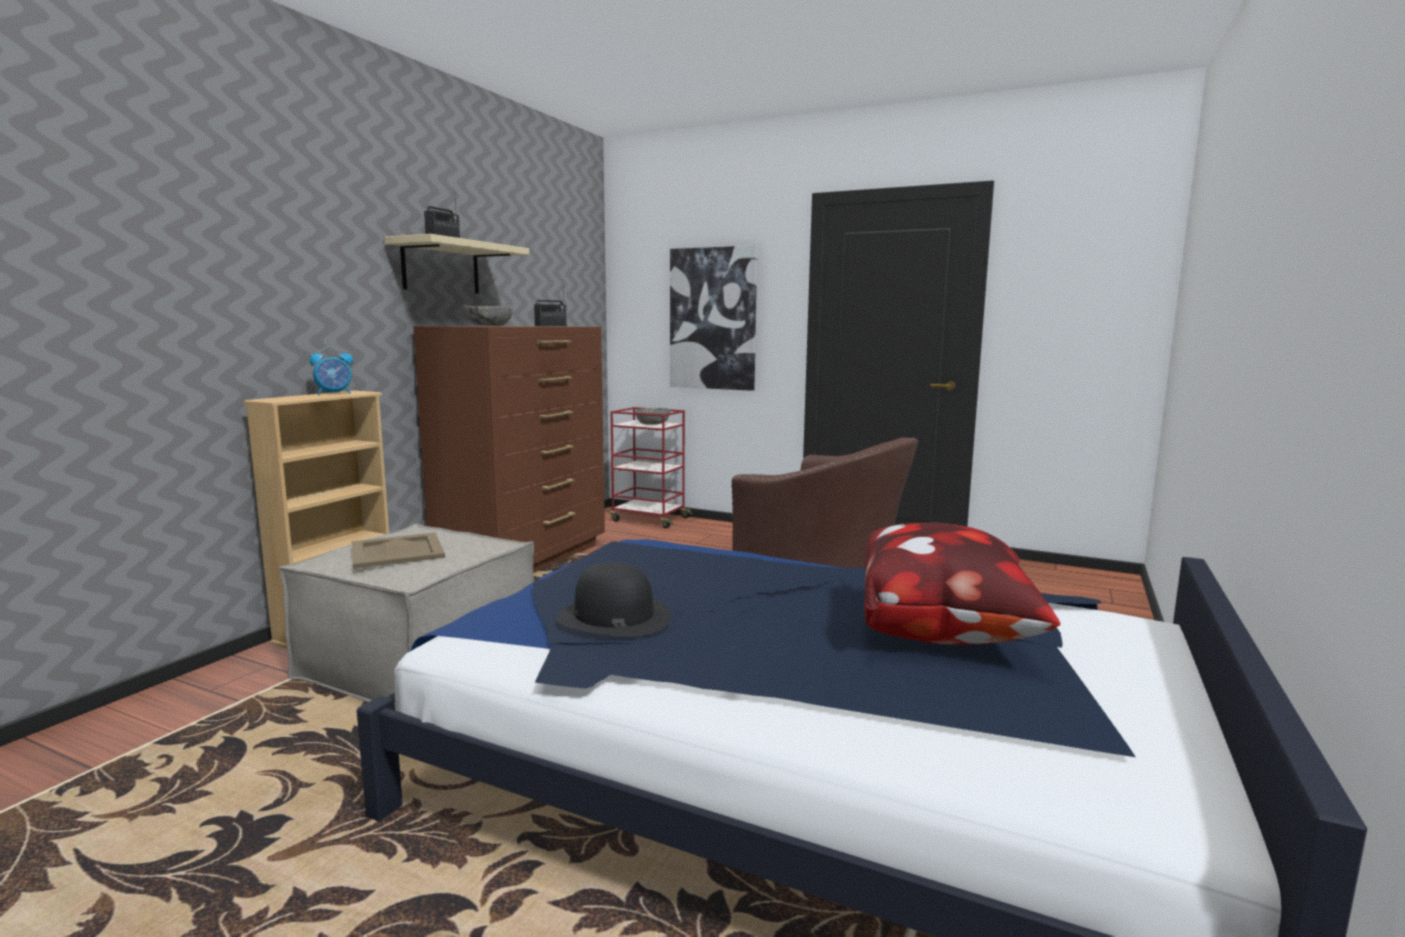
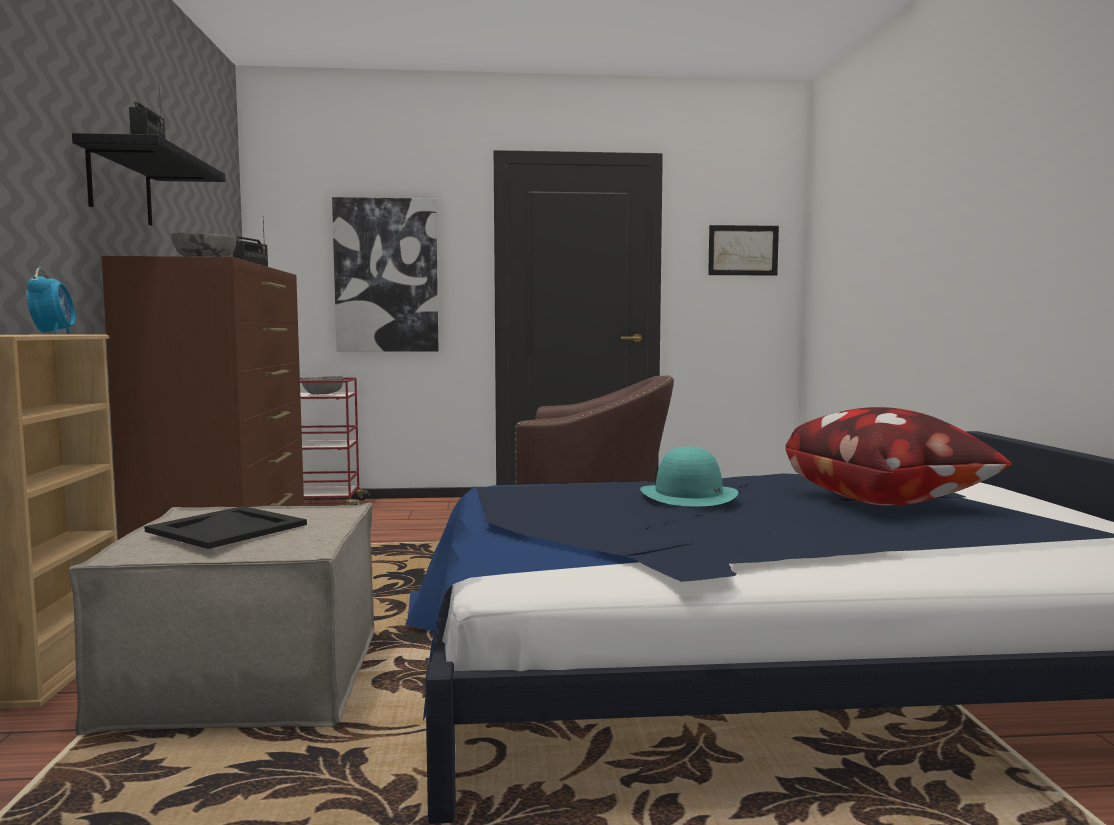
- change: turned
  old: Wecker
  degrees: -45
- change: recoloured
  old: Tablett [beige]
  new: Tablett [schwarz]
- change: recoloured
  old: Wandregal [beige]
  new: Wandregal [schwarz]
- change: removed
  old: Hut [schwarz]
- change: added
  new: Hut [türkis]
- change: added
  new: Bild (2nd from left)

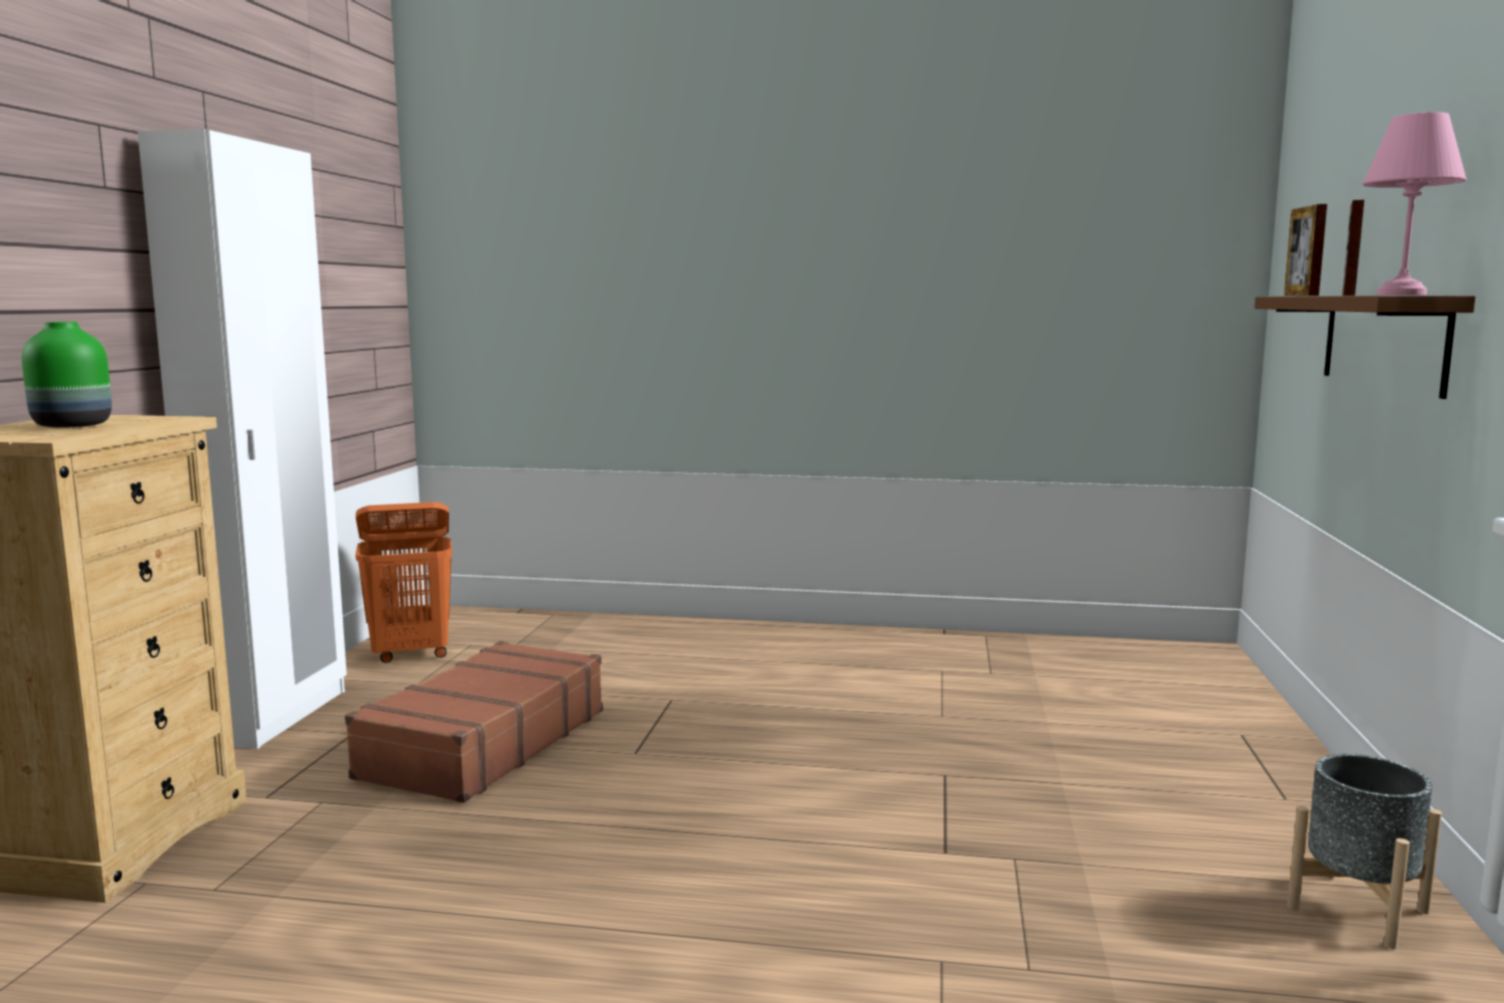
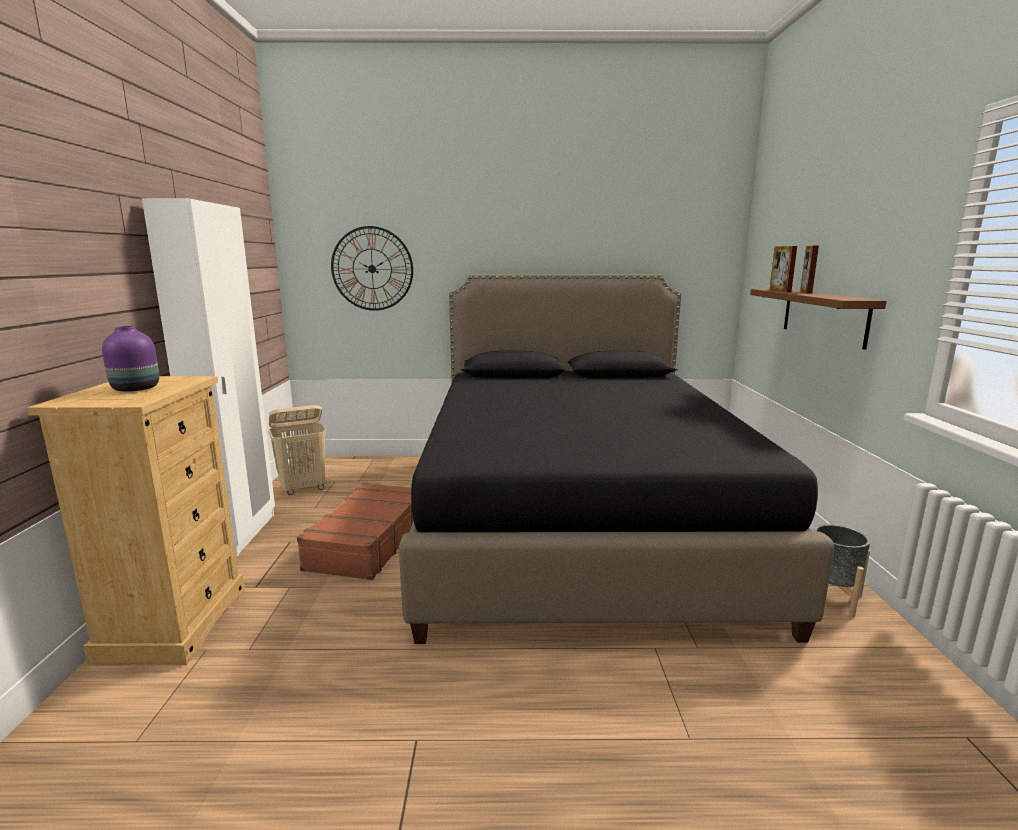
- change: recoloured
  old: Vase [grün]
  new: Vase [lila]
- change: recoloured
  old: Wäschekorb [orange]
  new: Wäschekorb [beige]
- change: removed
  old: Tischlampe [rosa]
- change: added
  new: Wanduhr
- change: added
  new: Bett [schwarz]

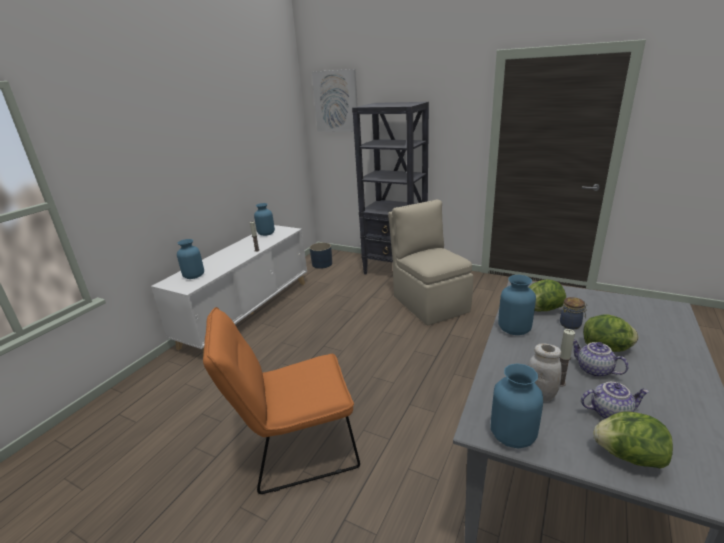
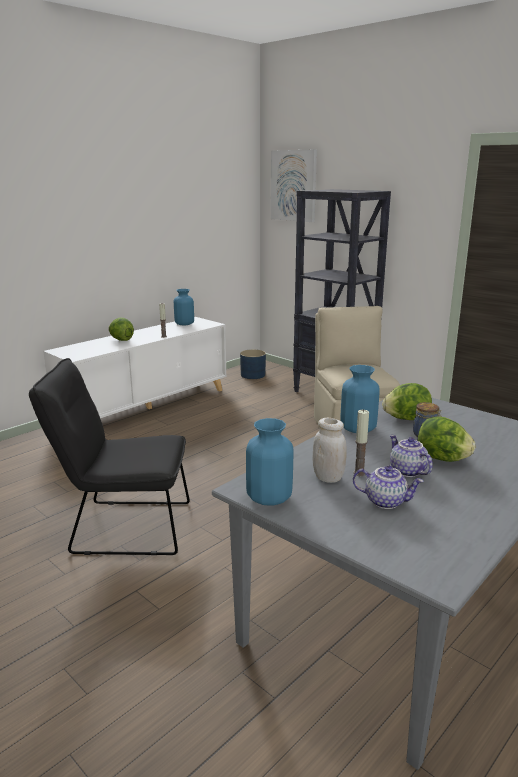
- change: removed
  old: Vase [blau] (1st from left)
- change: recoloured
  old: Stuhl [orange]
  new: Stuhl [schwarz]
- change: moved
  old: Salatkopf (3rd from left in the first image)
  new: Salatkopf (1st from left)

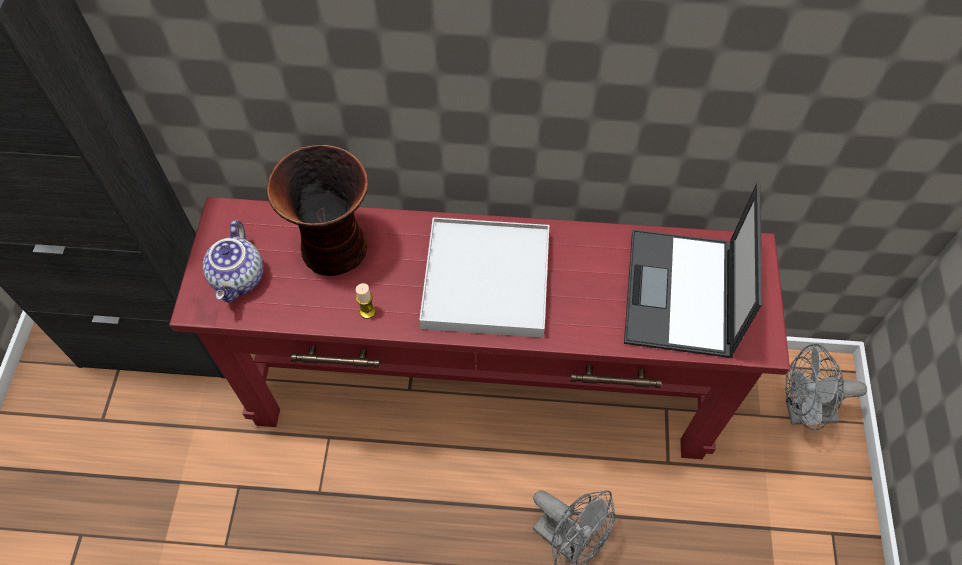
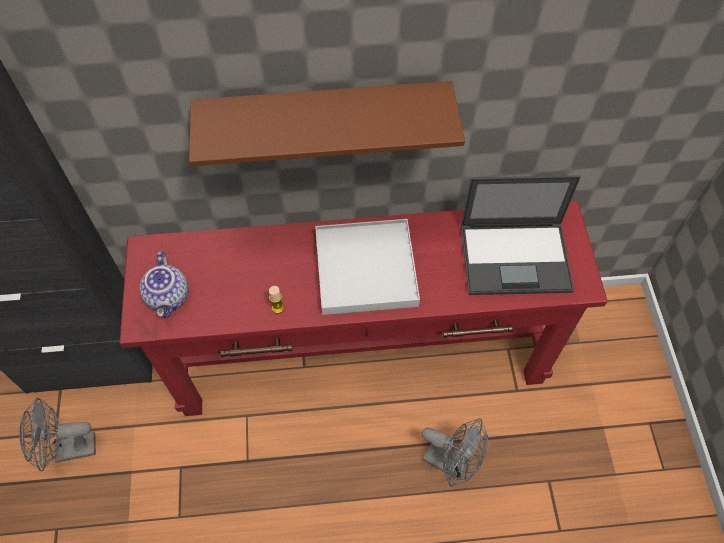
- change: removed
  old: Vase
- change: turned
  old: Laptop
  degrees: -90
- change: moved
  old: Ventilator [grau] (2nd from left in the first image)
  new: Ventilator [grau] (1st from left)
- change: added
  new: Wandregal [braun]

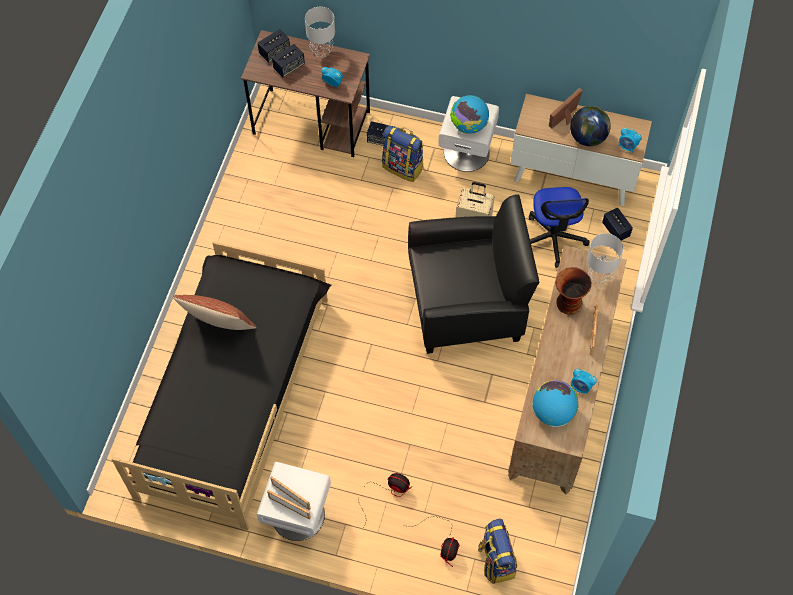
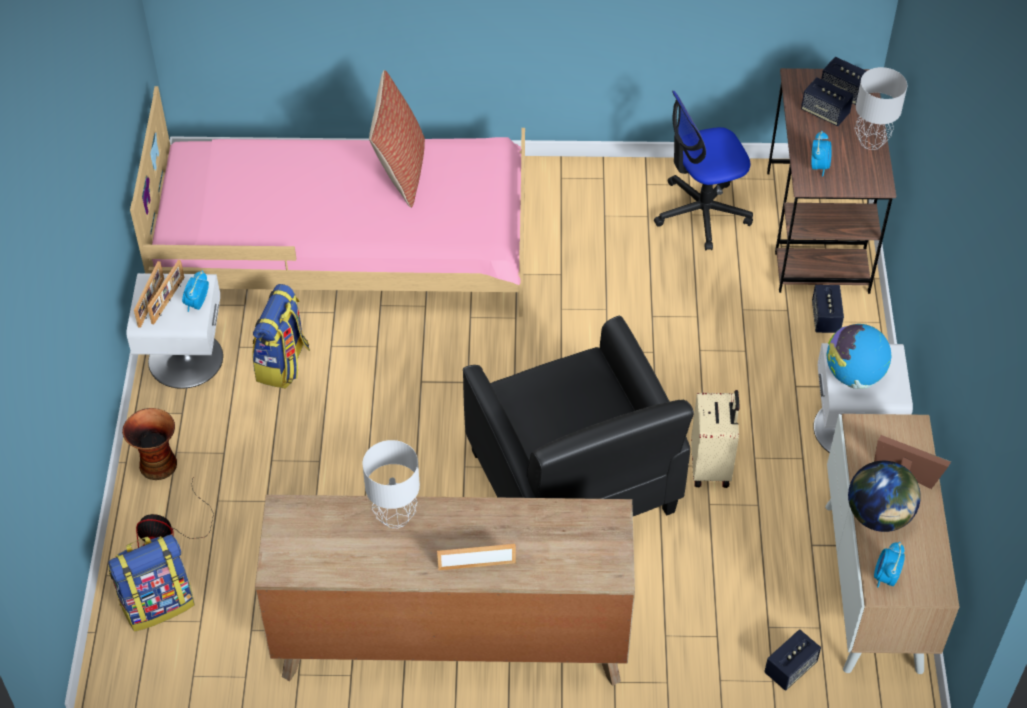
- change: recoloured
  old: Bett [schwarz]
  new: Bett [rosa]
- change: removed
  old: Ventilator (1st from left)
- change: moved
  old: Rucksack (1st from left in the first image)
  new: Rucksack (2nd from left)
- change: moved
  old: Bürostuhl
- change: removed
  old: Globus (2nd from left)
- change: moved
  old: Vase
- change: moved
  old: Wecker (2nd from left in the first image)
  new: Wecker (1st from left)
- change: moved
  old: Tischlampe [grau] (2nd from left in the first image)
  new: Tischlampe [grau] (1st from left)

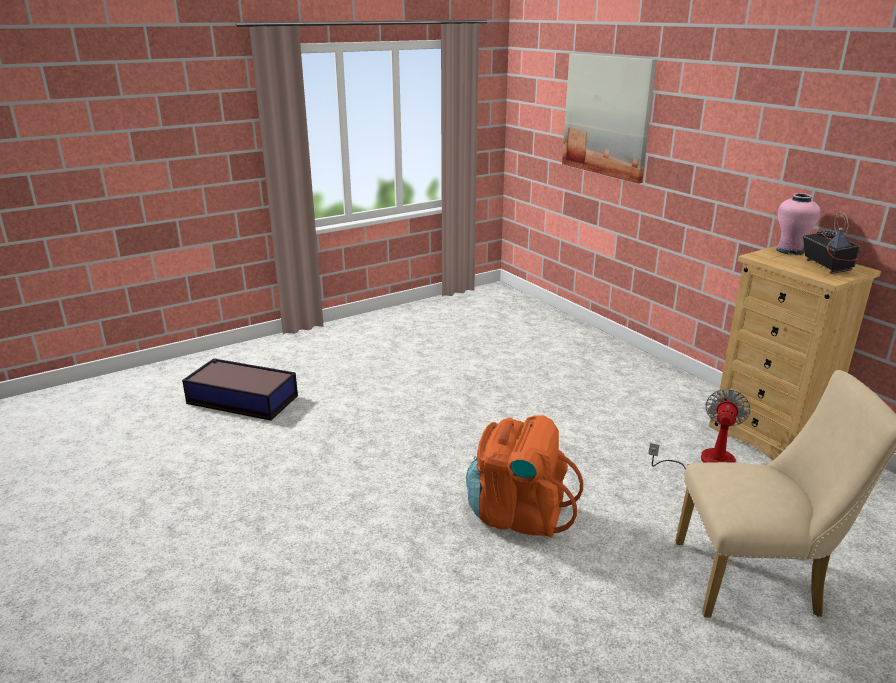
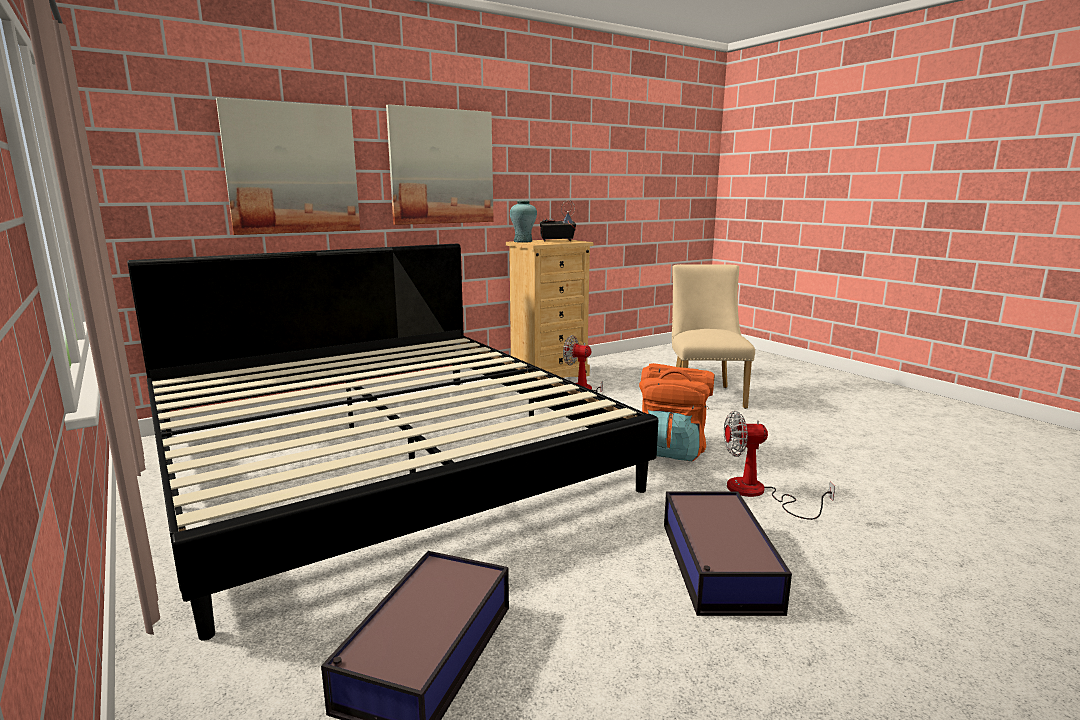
- change: recoloured
  old: Vase [rosa]
  new: Vase [türkis]
- change: added
  new: Bett
- change: added
  new: Bild (2nd from left)
- change: added
  new: Aufbewahrungsbox (2nd from left)
- change: added
  new: Ventilator (2nd from left)

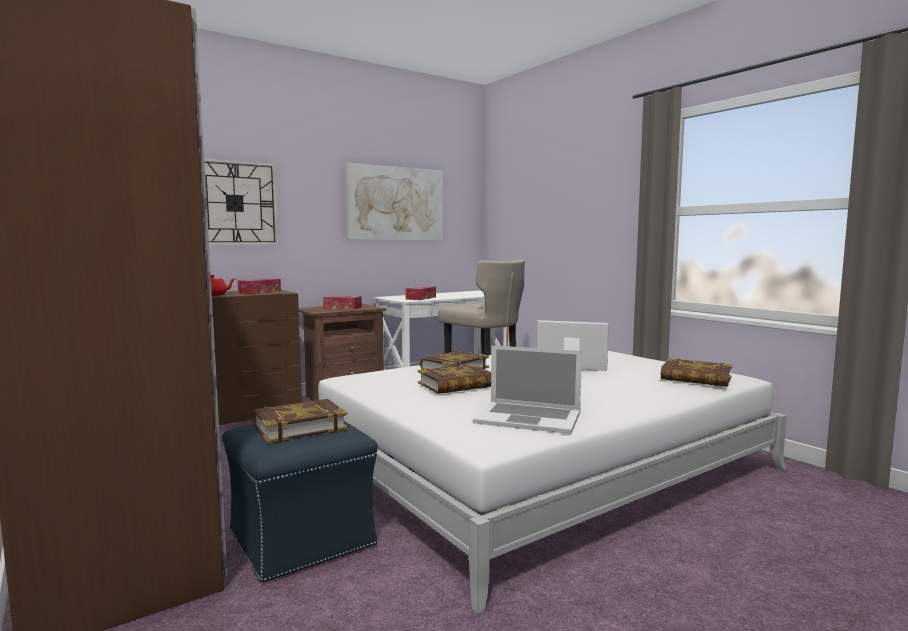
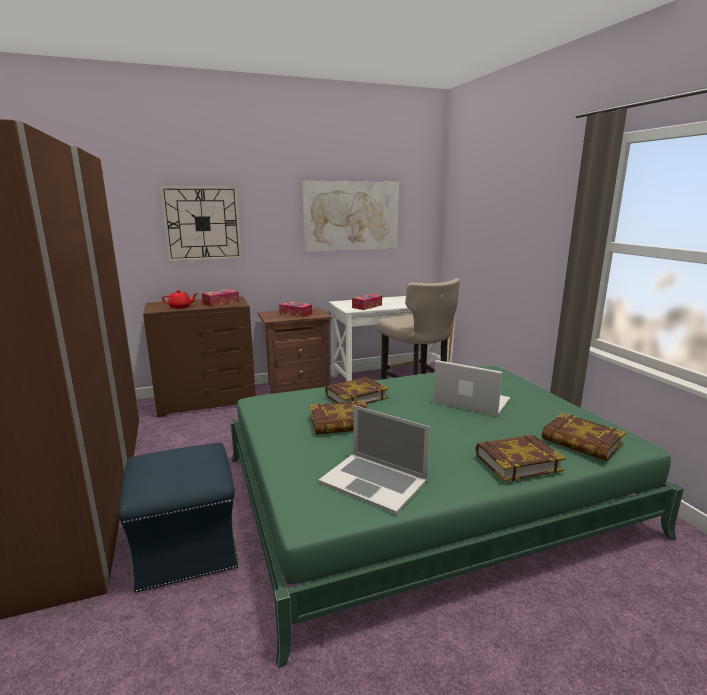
- change: moved
  old: Buch (1st from left in the first image)
  new: Buch (3rd from left)
- change: recoloured
  old: Bett [weiß]
  new: Bett [grün]

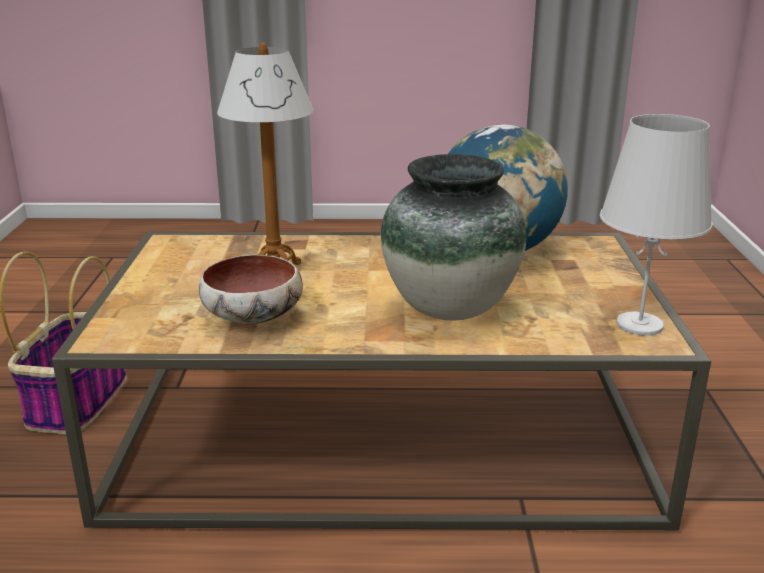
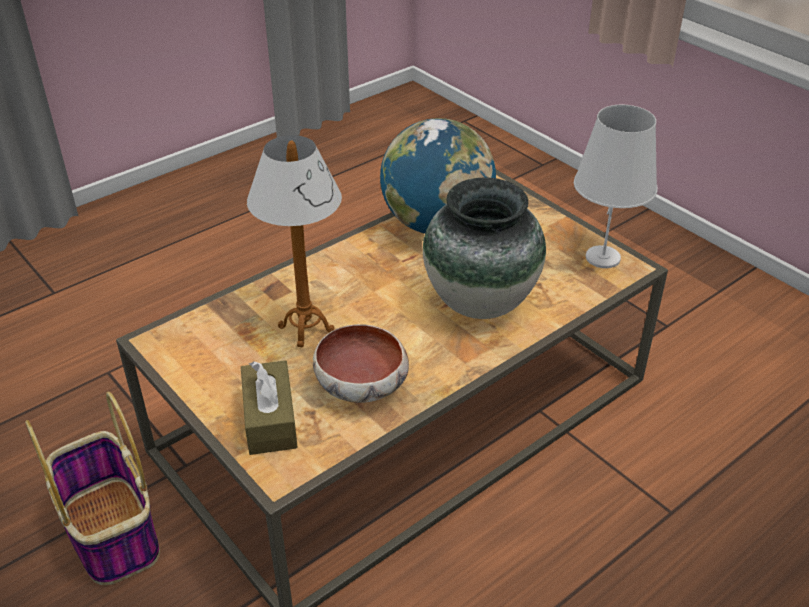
- change: added
  new: Taschentuchbox [braun]

